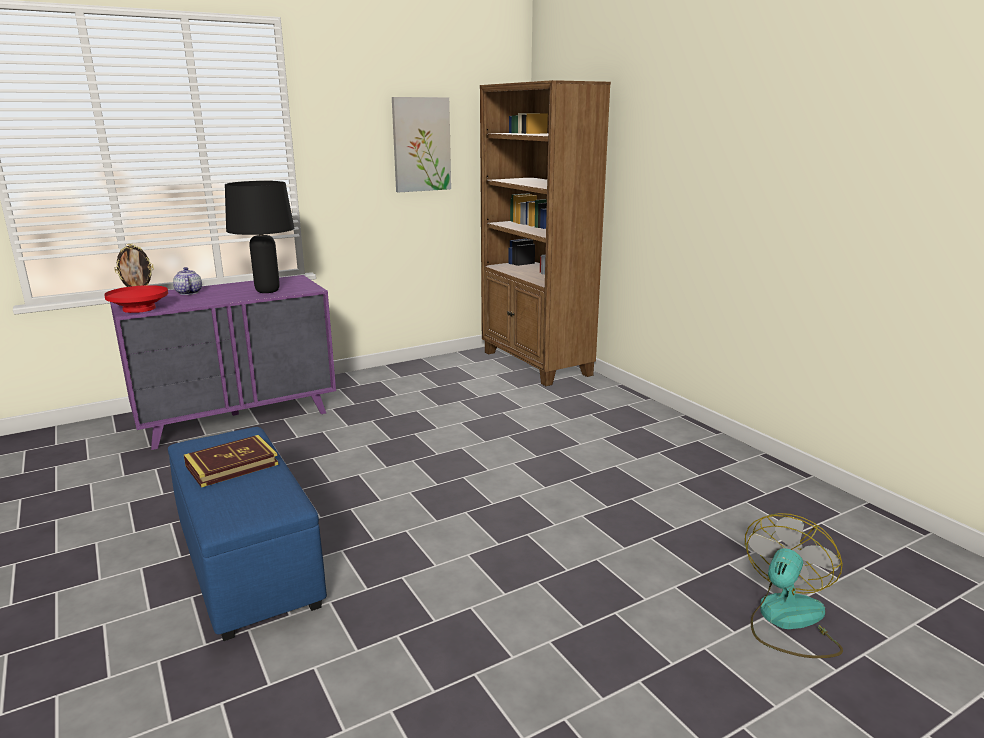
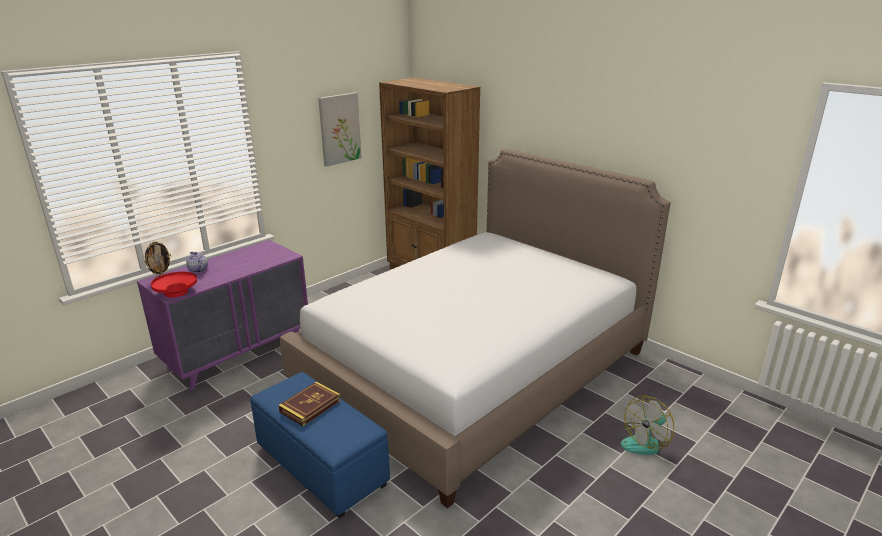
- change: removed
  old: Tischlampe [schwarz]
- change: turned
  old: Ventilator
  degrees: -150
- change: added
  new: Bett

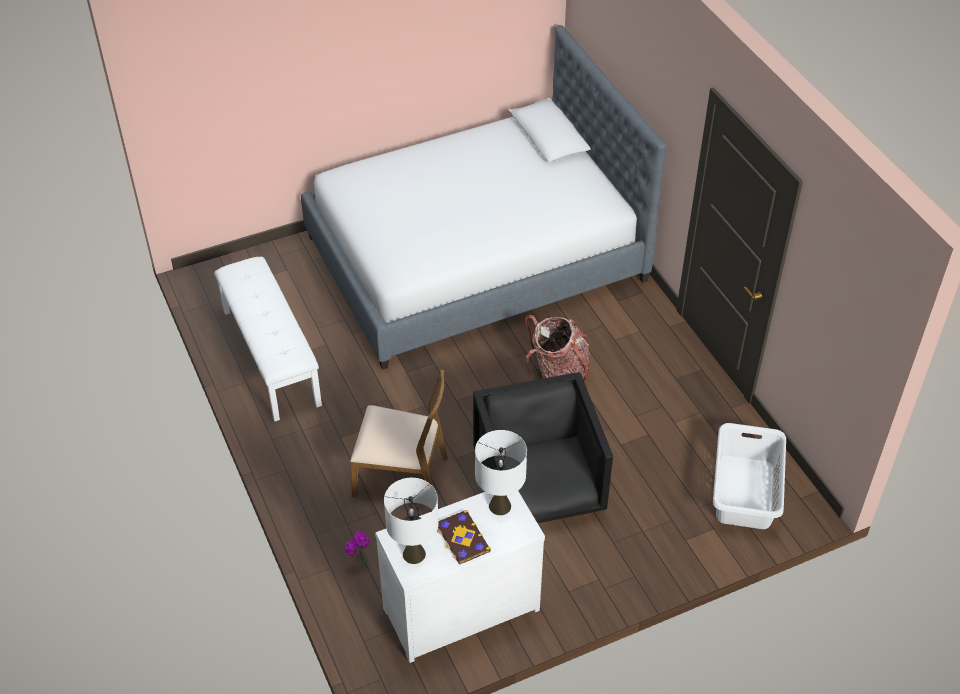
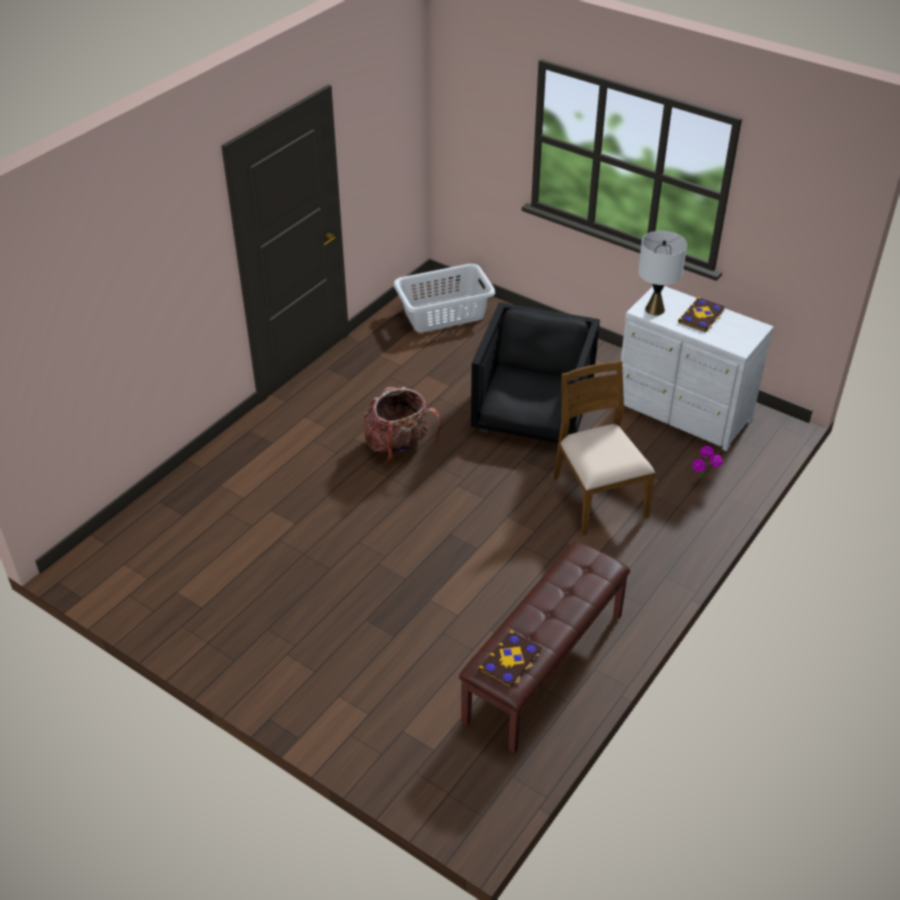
- change: recoloured
  old: Bank [weiß]
  new: Bank [braun]
- change: removed
  old: Bett
- change: removed
  old: Tischlampe [weiß] (1st from left)
- change: turned
  old: Sessel [schwarz]
  degrees: 150
- change: added
  new: Buch (1st from left)

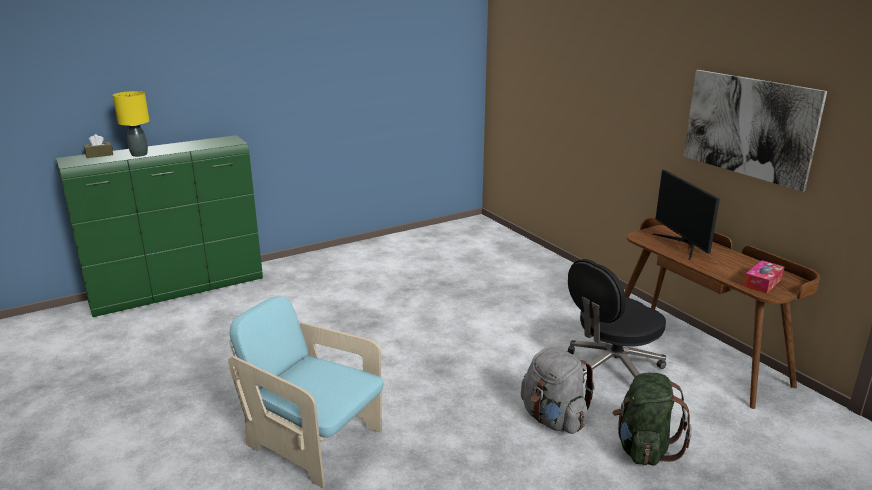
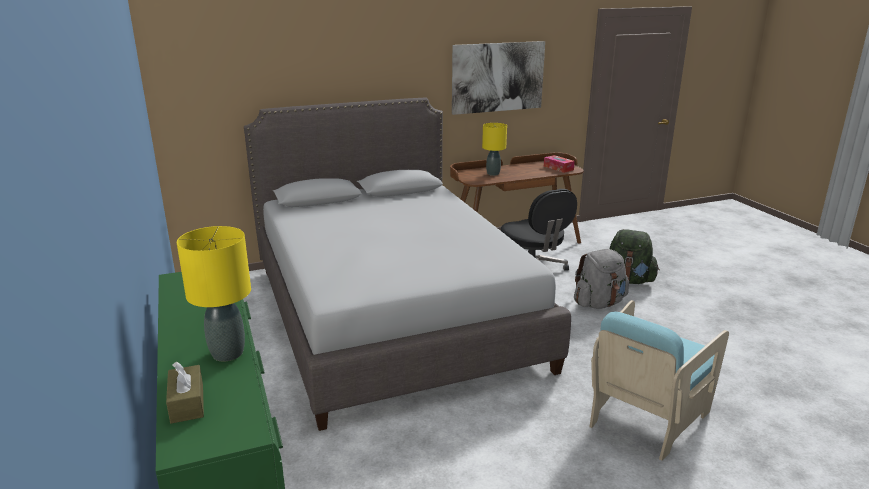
- change: replaced
  old: Monitor
  new: Tischlampe [gelb] (2nd from left)
- change: added
  new: Bett [grau]

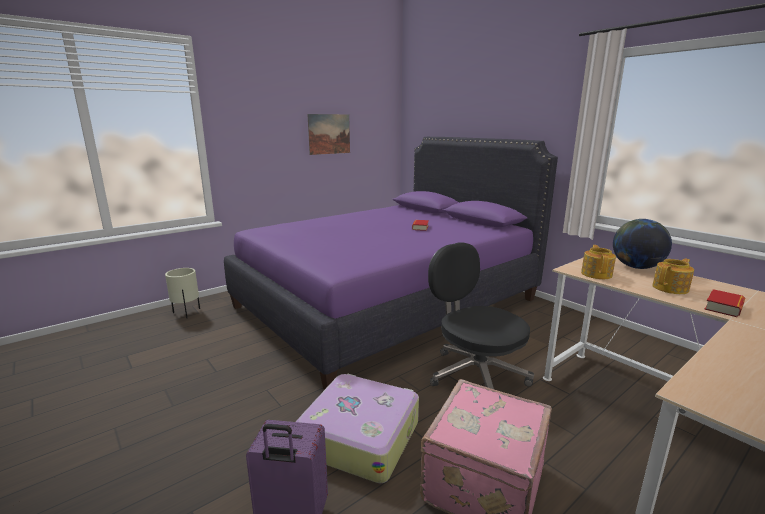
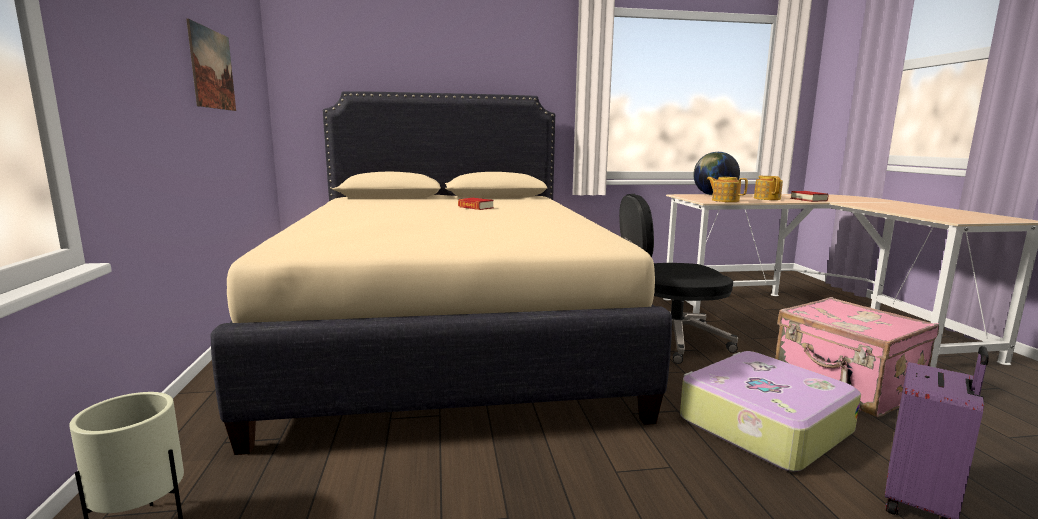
- change: recoloured
  old: Bett [lila]
  new: Bett [beige]

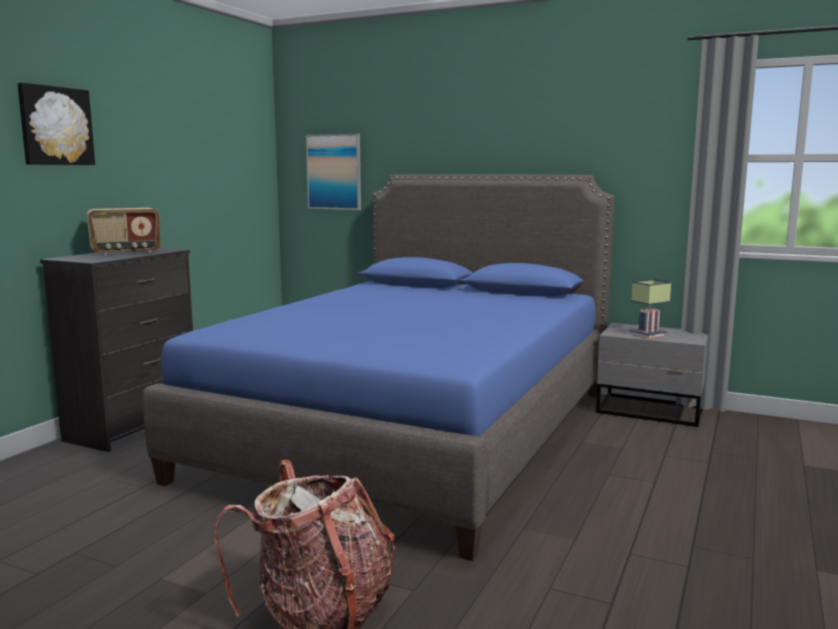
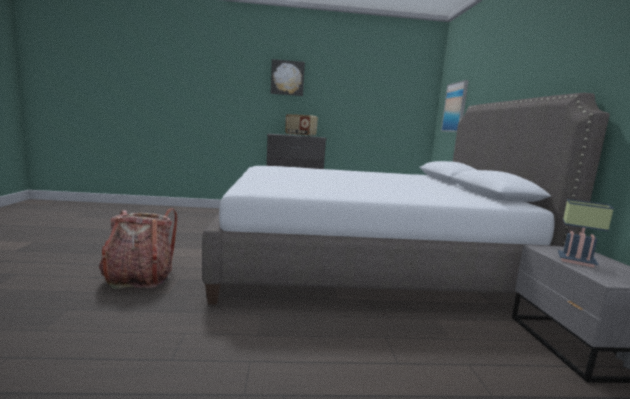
- change: recoloured
  old: Bett [blau]
  new: Bett [grau]

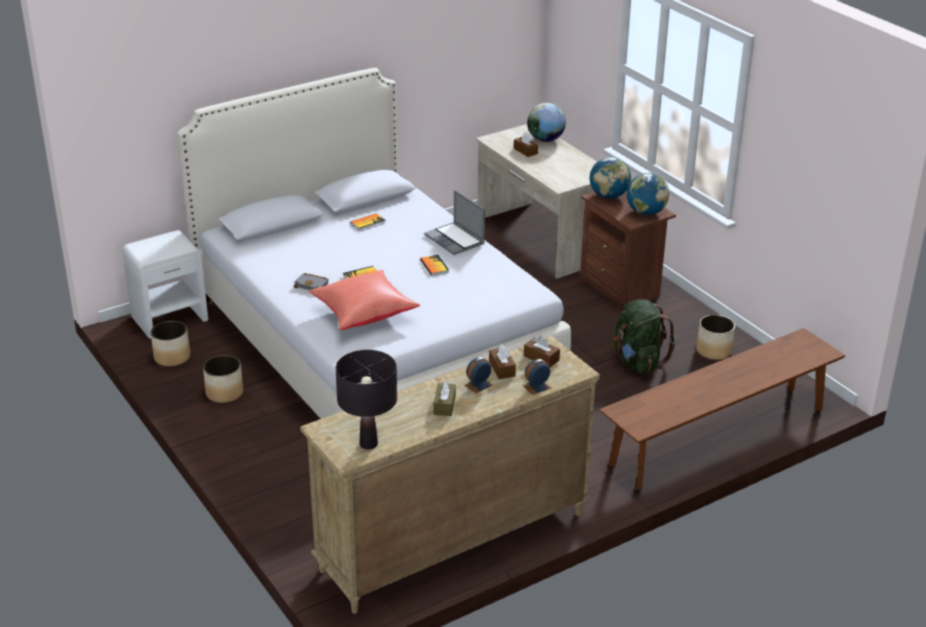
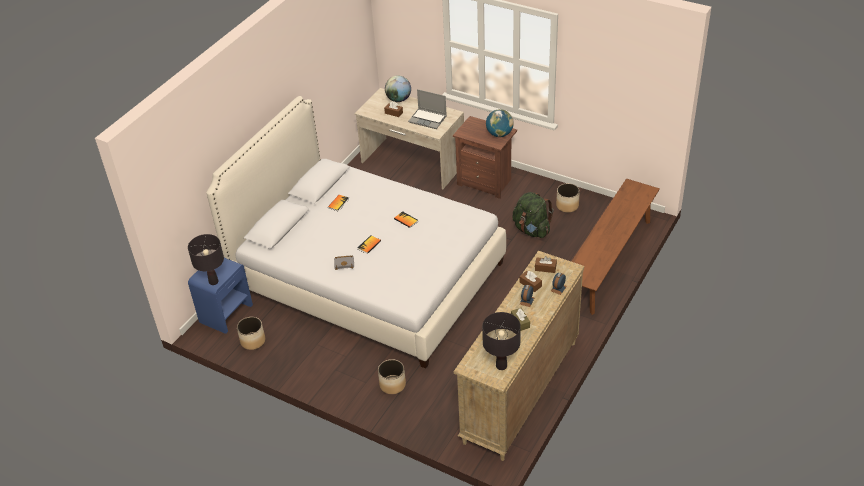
- change: recoloured
  old: Nachttisch [weiß]
  new: Nachttisch [blau]
- change: moved
  old: Pflanzkübel (2nd from left)
- change: removed
  old: Kissen [rot]
- change: moved
  old: Laptop
- change: removed
  old: Globus (2nd from left)
- change: added
  new: Tischlampe [schwarz] (1st from left)

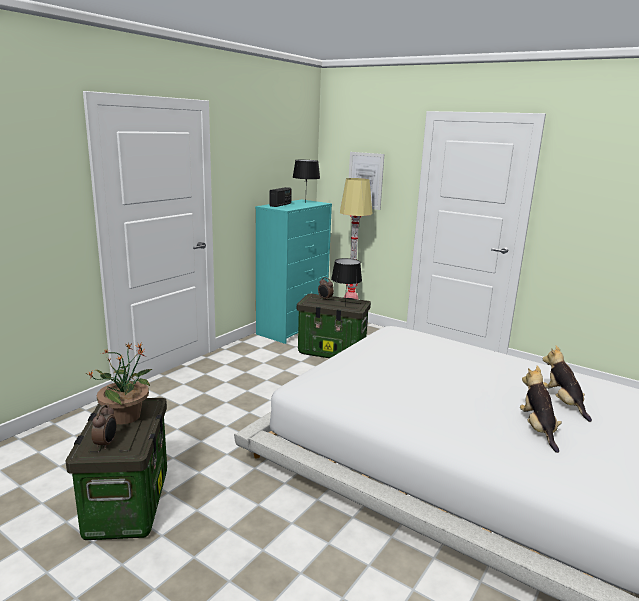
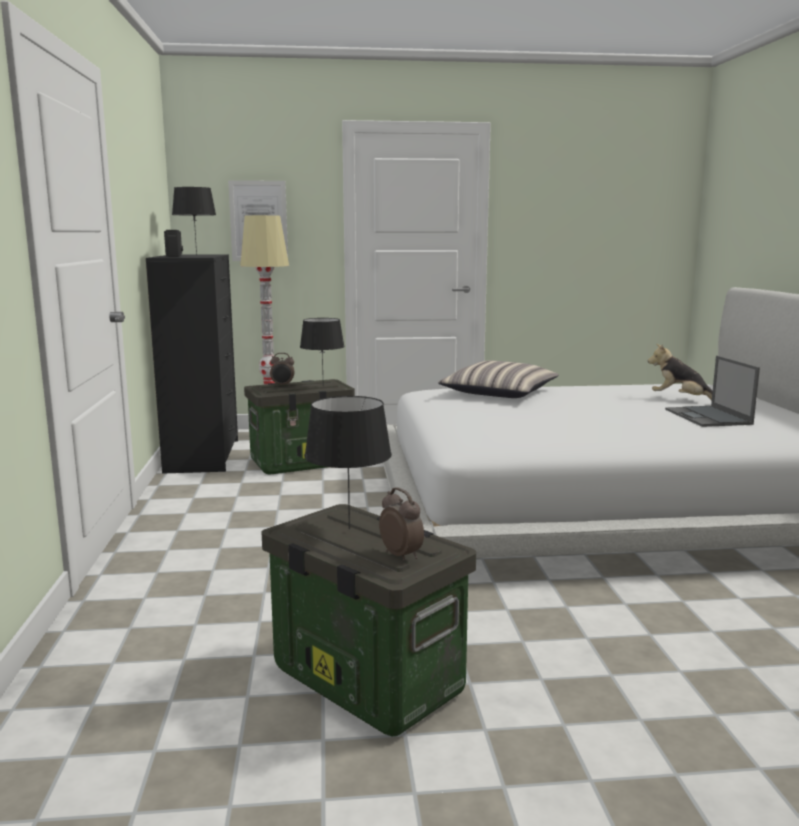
- change: replaced
  old: Topfpflanze
  new: Tischlampe [schwarz] (3rd from left)
- change: recoloured
  old: Kommode [türkis]
  new: Kommode [schwarz]
- change: replaced
  old: Plüschtier (1st from left)
  new: Laptop
- change: added
  new: Kissen

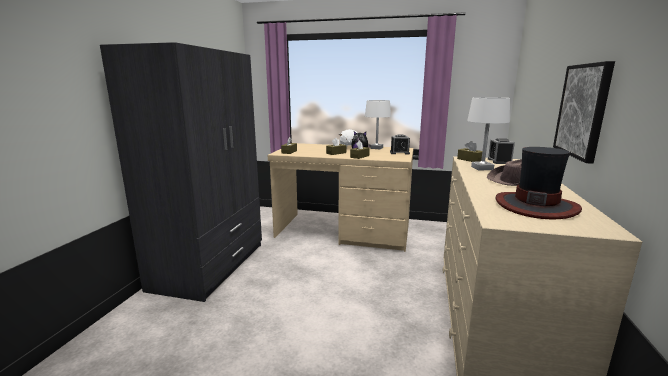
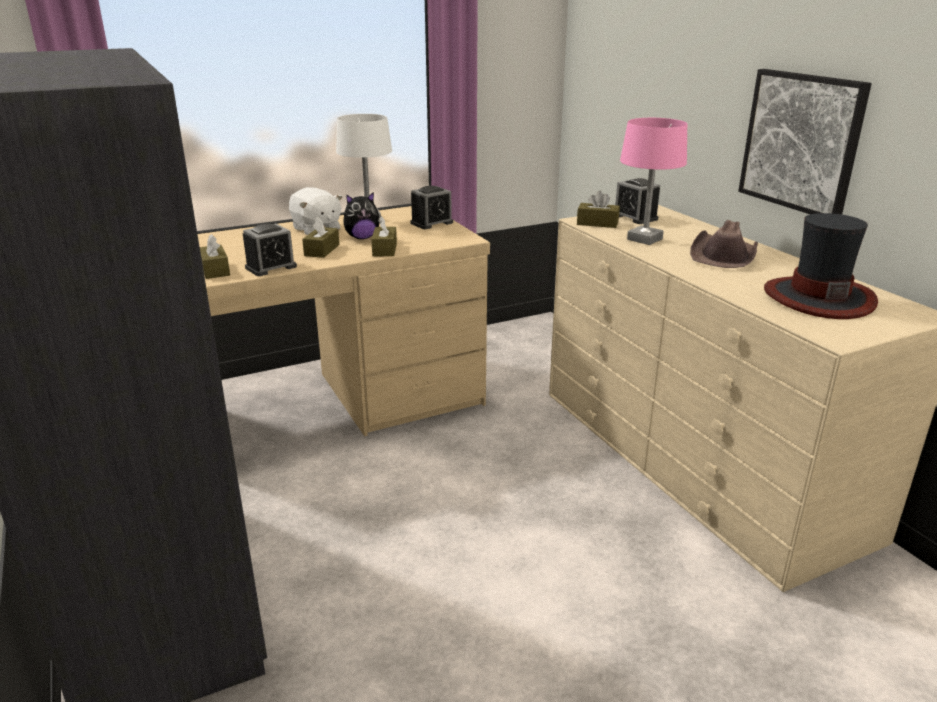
- change: recoloured
  old: Tischlampe [weiß] (2nd from left)
  new: Tischlampe [rosa]
- change: added
  new: Wecker (1st from left)

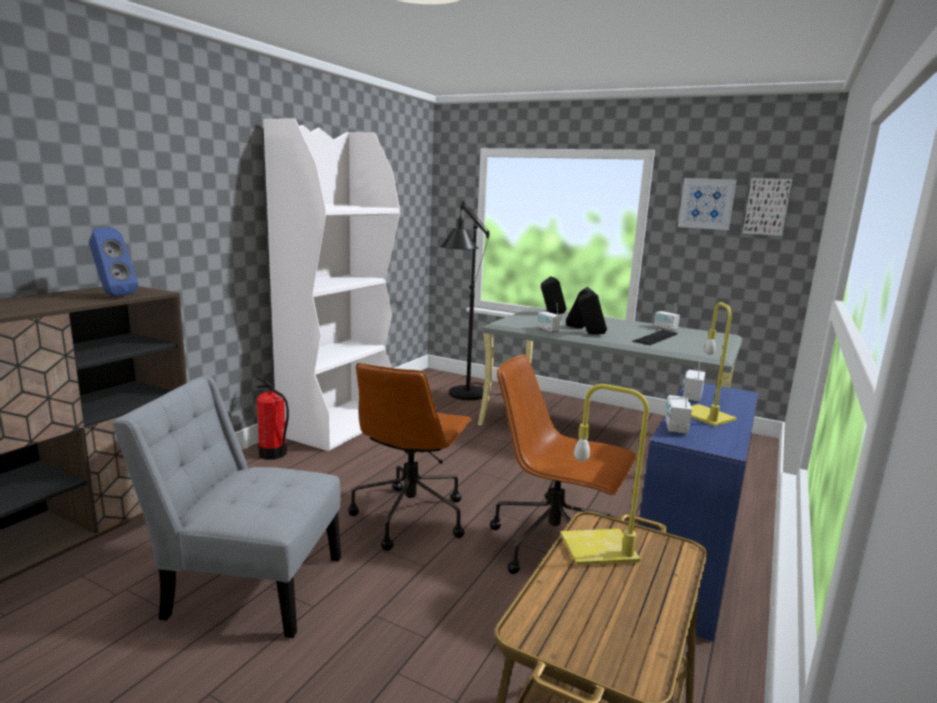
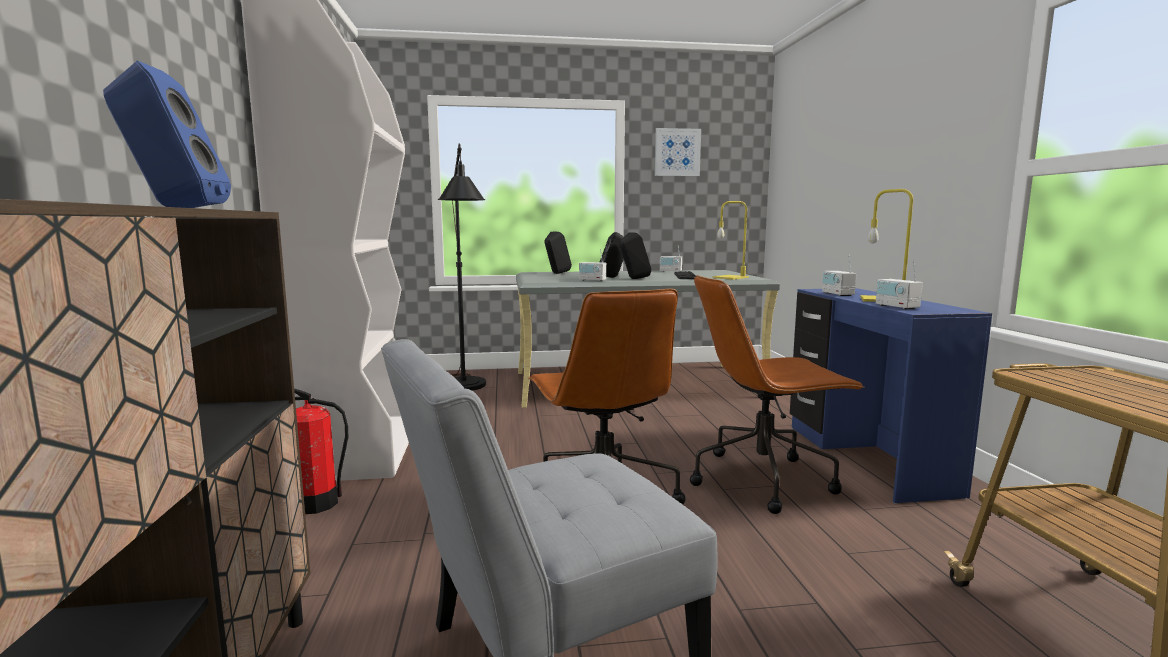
- change: moved
  old: Tischlampe [gelb] (1st from left)
- change: removed
  old: Bild (2nd from left)

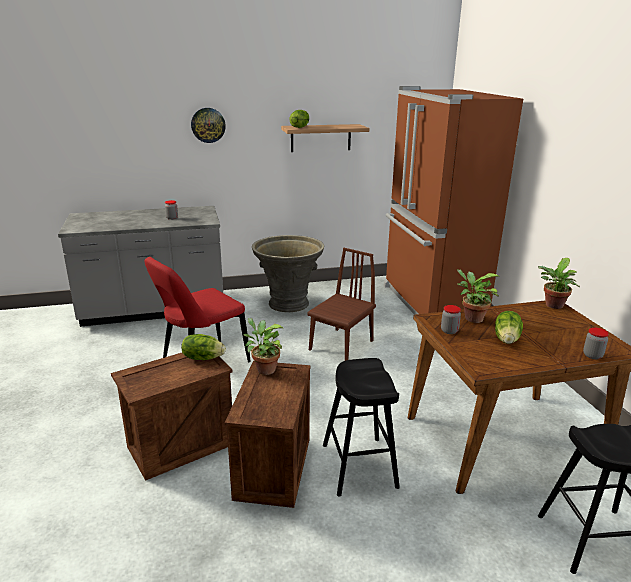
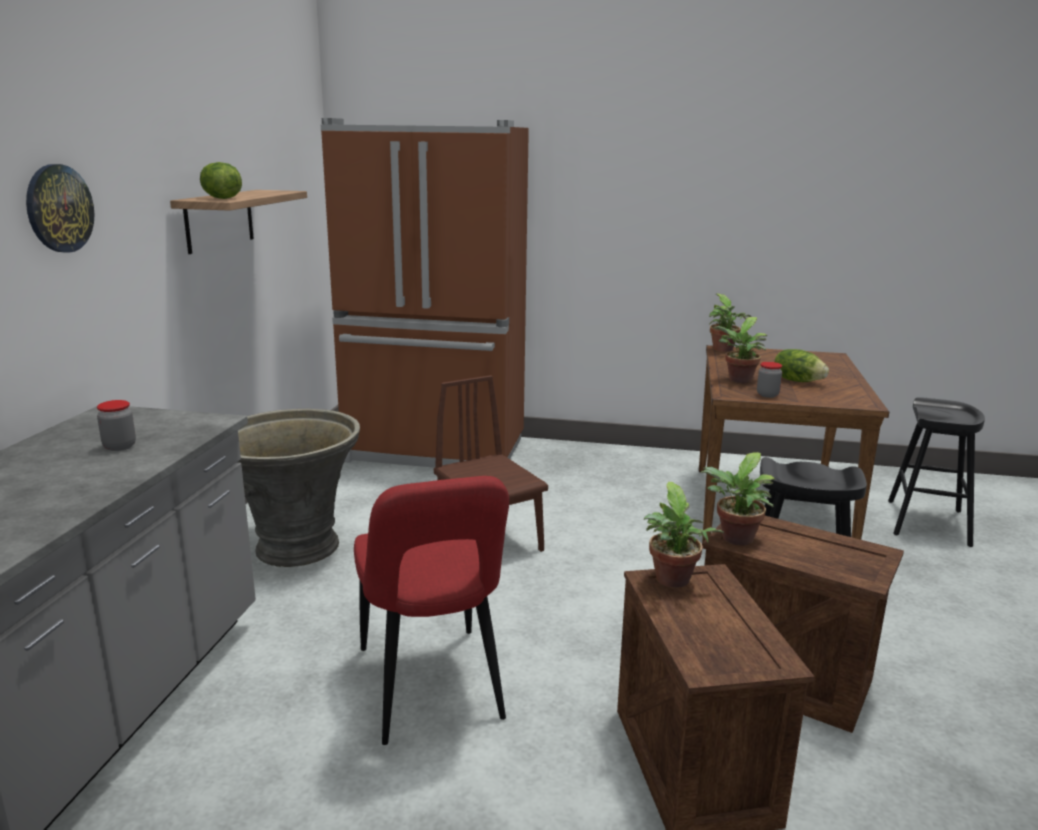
- change: replaced
  old: Salatkopf (1st from left)
  new: Topfpflanze (1st from left)
- change: removed
  old: Vorratsglas (3rd from left)

